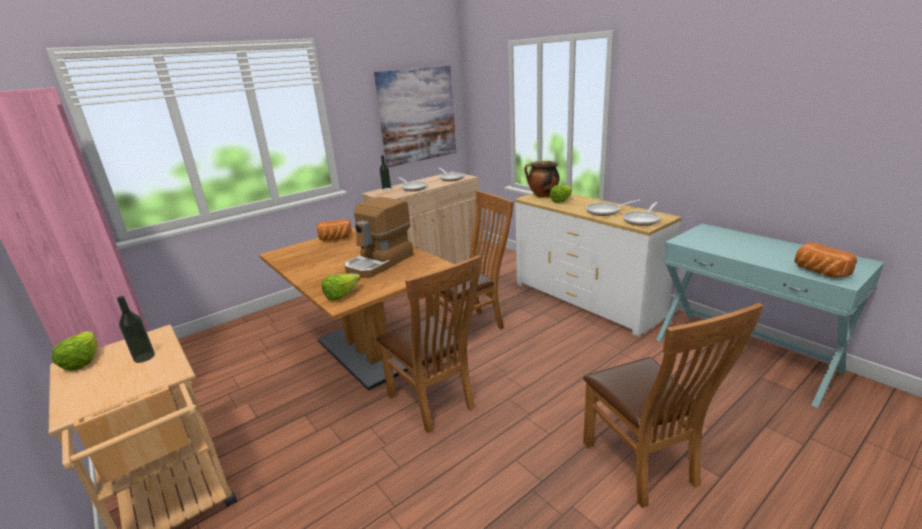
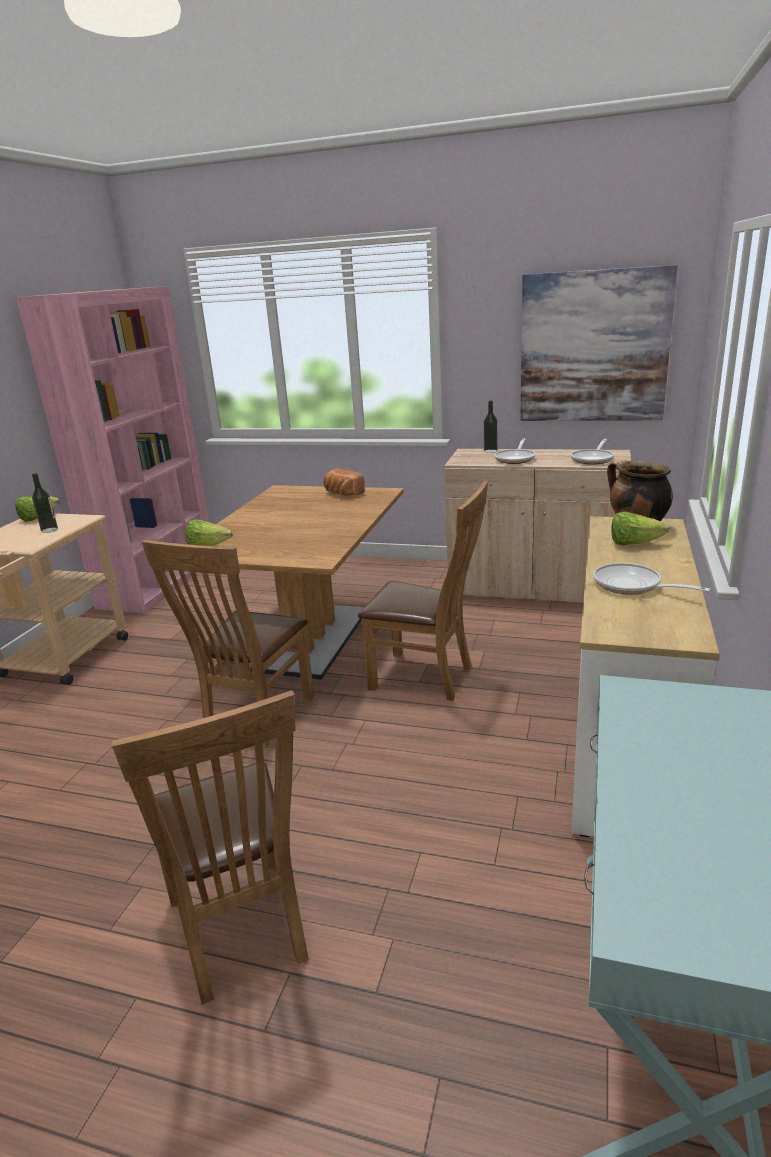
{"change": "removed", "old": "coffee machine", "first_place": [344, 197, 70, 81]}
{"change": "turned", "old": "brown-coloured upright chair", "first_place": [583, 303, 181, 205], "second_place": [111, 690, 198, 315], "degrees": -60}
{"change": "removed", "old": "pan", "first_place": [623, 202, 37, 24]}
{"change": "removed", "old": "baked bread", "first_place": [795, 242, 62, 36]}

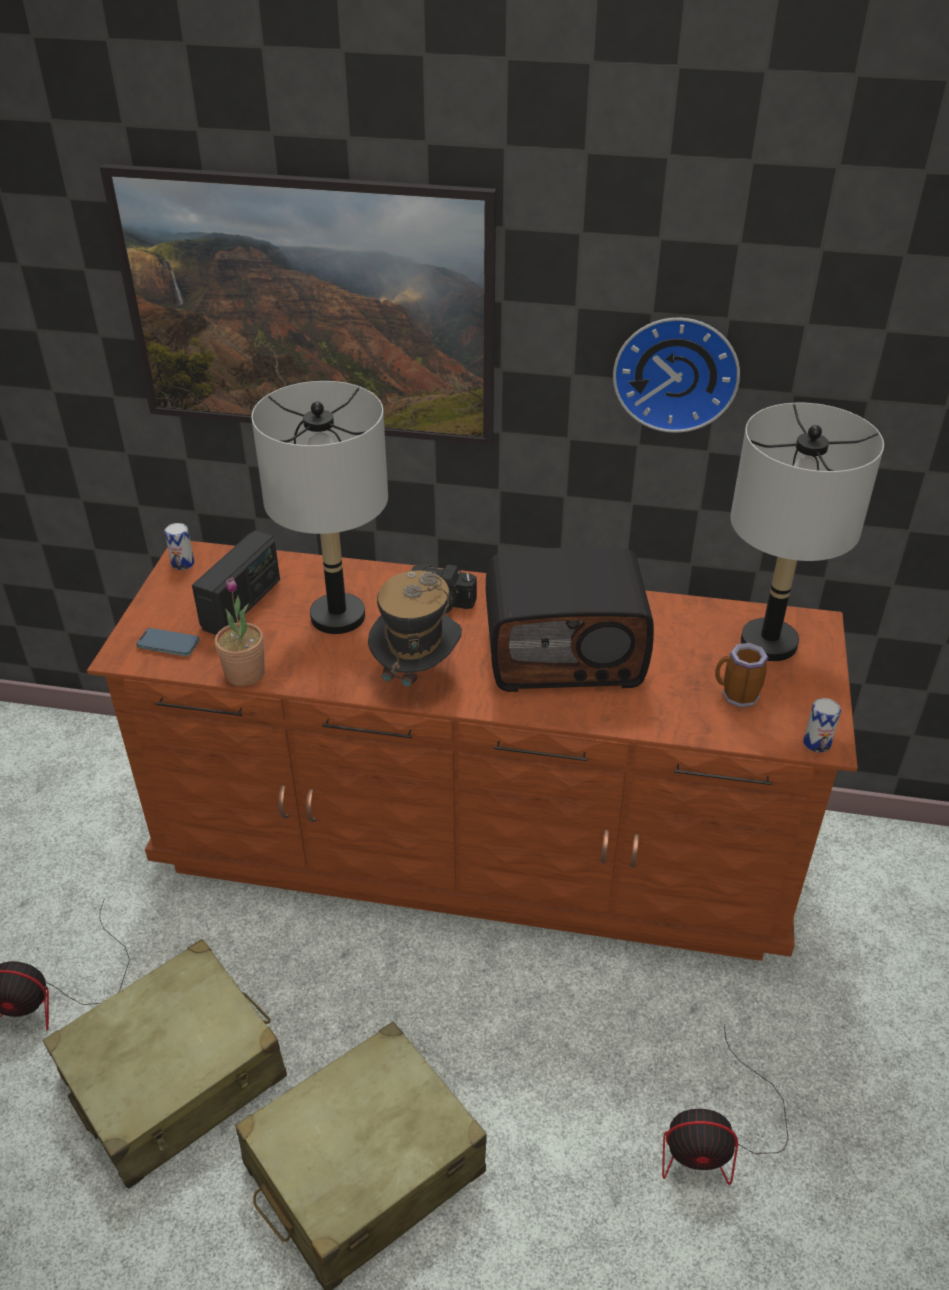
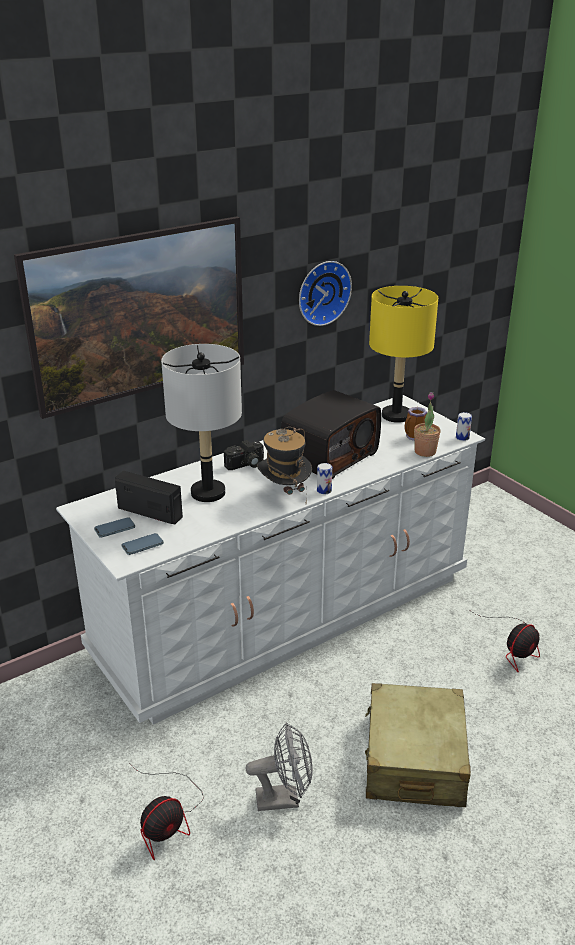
{"change": "replaced", "old": "sand-coloured travel case", "new": "gray cooling fan", "first_place": [43, 939, 244, 250], "second_place": [246, 722, 67, 89]}
{"change": "recoloured", "old": "brown-coloured dresser", "new": "white-coloured dresser", "first_place": [87, 541, 771, 420], "second_place": [56, 395, 429, 330]}
{"change": "moved", "old": "sealed can", "first_place": [164, 523, 30, 47], "second_place": [317, 463, 15, 31]}
{"change": "turned", "old": "radio set", "first_place": [192, 530, 88, 105], "second_place": [115, 471, 68, 53], "degrees": -45}
{"change": "moved", "old": "potted plant", "first_place": [215, 577, 50, 109], "second_place": [414, 392, 27, 65]}
{"change": "recoloured", "old": "gray table lamp", "new": "yellow-coloured table lamp", "first_place": [730, 403, 154, 258], "second_place": [369, 286, 69, 137]}
{"change": "added", "new": "telephone", "second_place": [94, 517, 41, 21]}

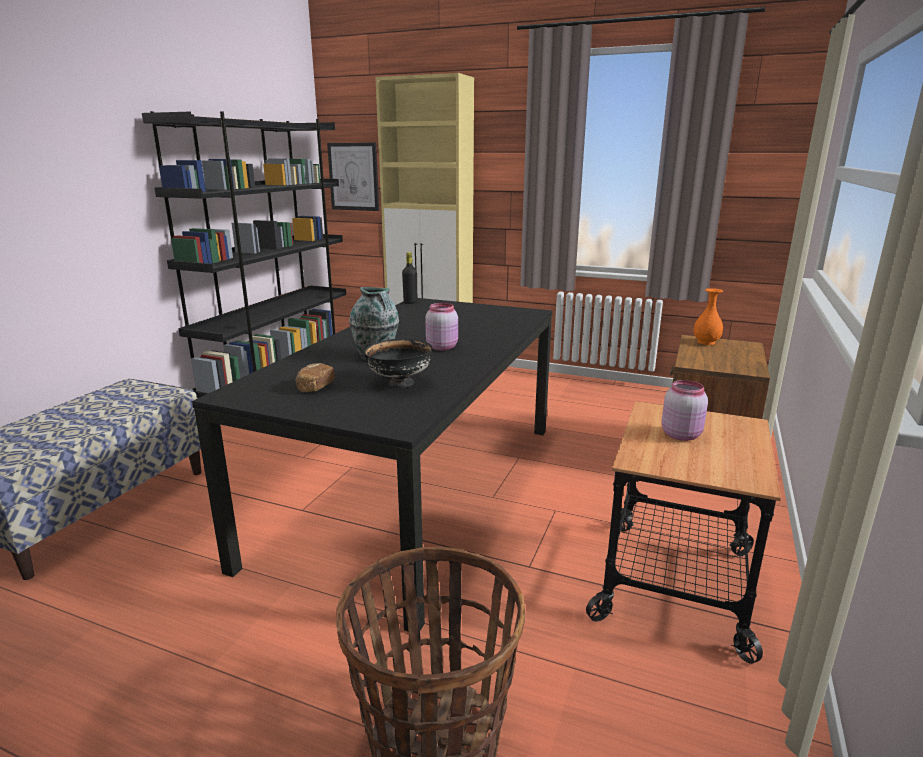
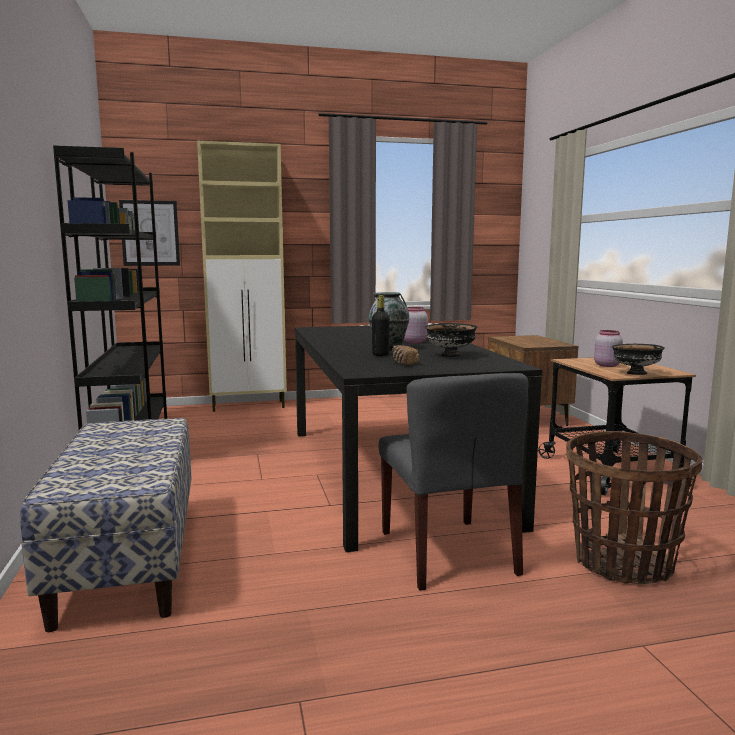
{"change": "moved", "old": "black-coloured bottle", "first_place": [402, 252, 15, 52], "second_place": [372, 295, 18, 61]}
{"change": "removed", "old": "orange flower vase", "first_place": [694, 288, 29, 57]}
{"change": "added", "new": "gray upright chair", "second_place": [379, 373, 149, 218]}
{"change": "added", "new": "black-coloured serving bowl", "second_place": [612, 344, 52, 31]}

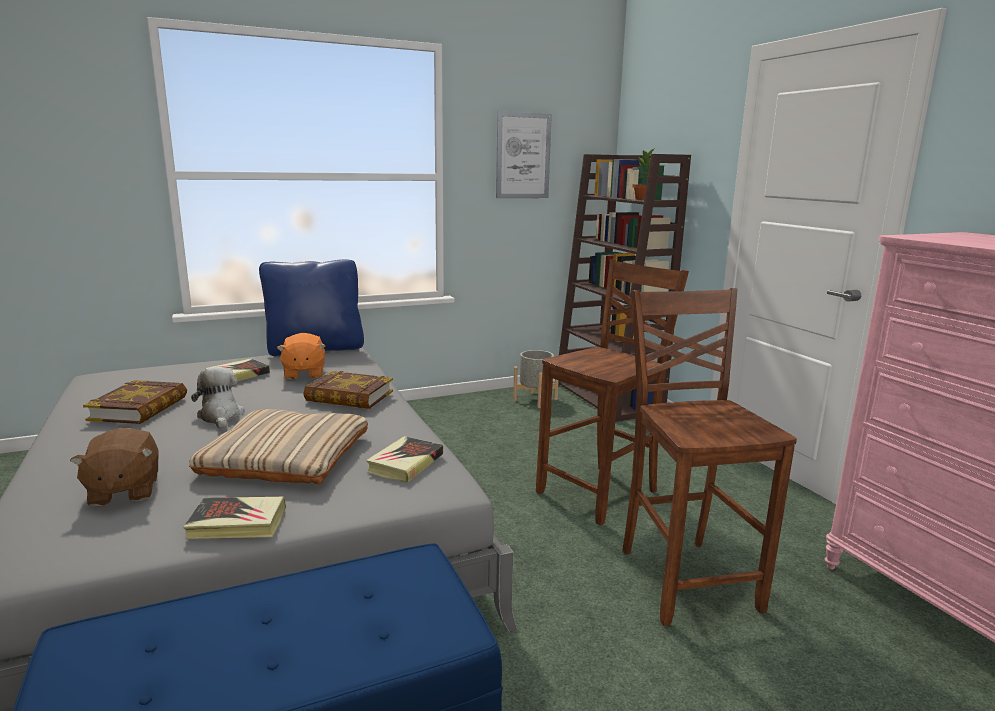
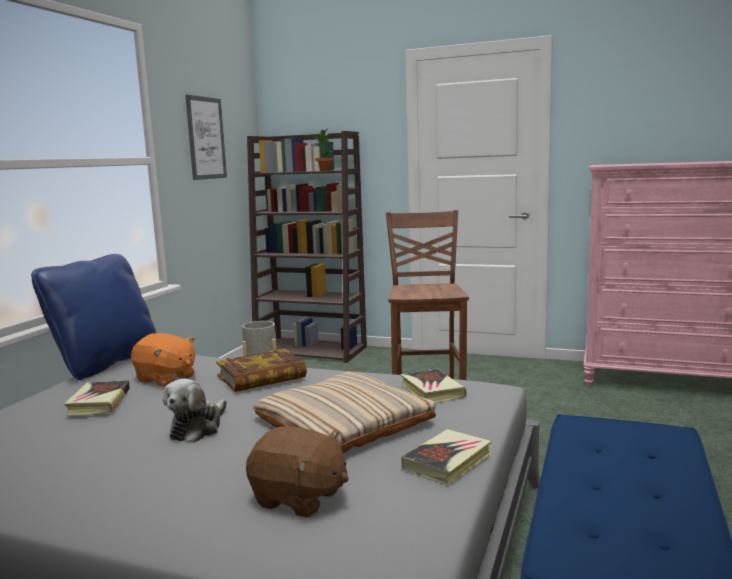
{"change": "removed", "old": "book", "first_place": [83, 380, 104, 44]}
{"change": "turned", "old": "soft toy", "first_place": [191, 367, 54, 62], "second_place": [163, 379, 64, 63], "degrees": -90}
{"change": "removed", "old": "brown-coloured upright chair", "first_place": [622, 288, 175, 338]}

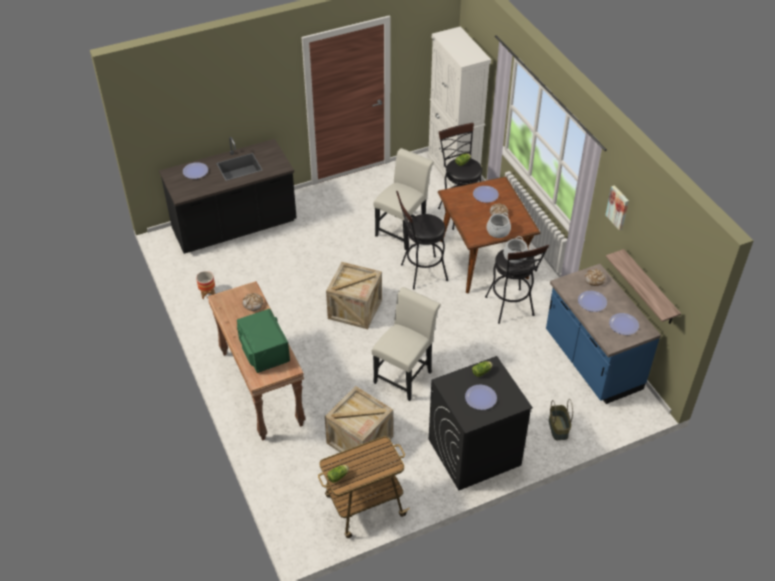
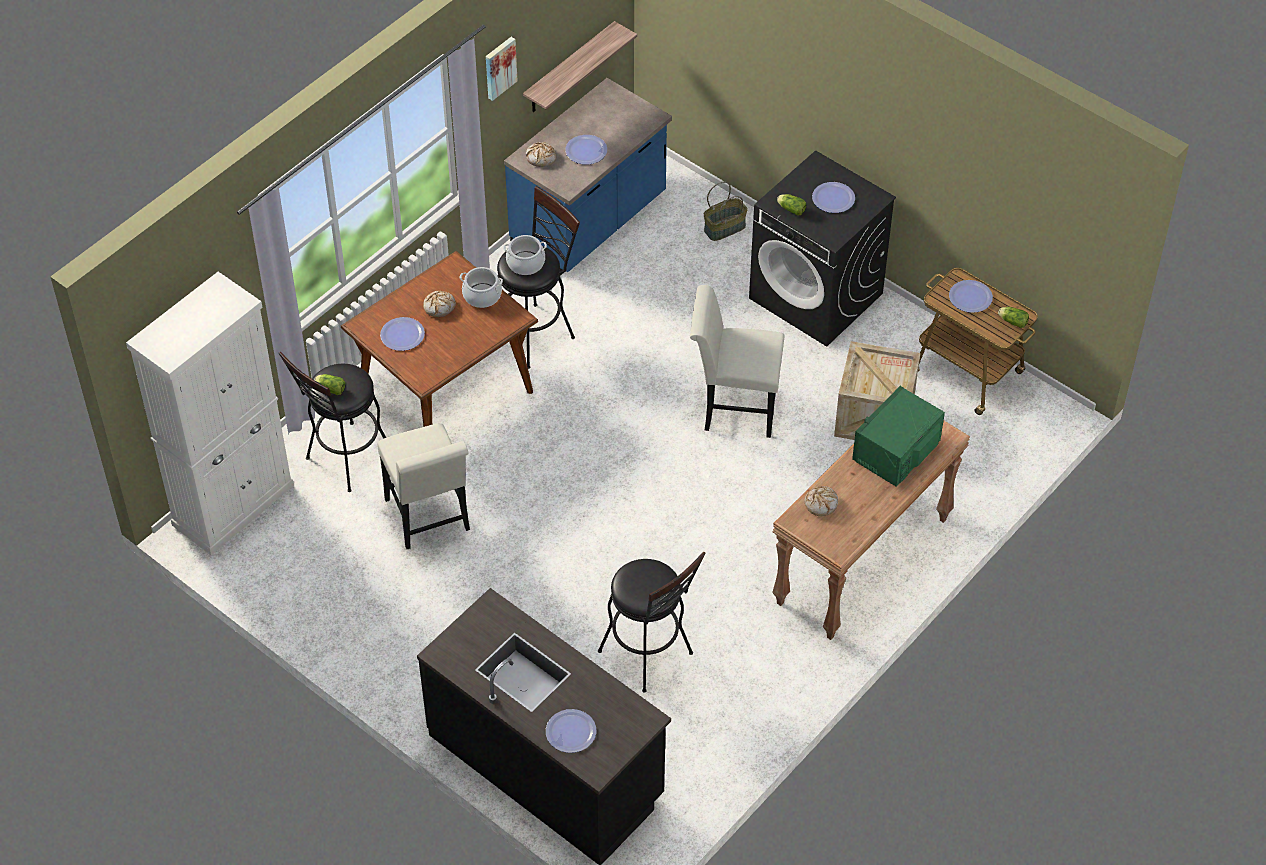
{"change": "removed", "old": "flower pot", "first_place": [196, 271, 19, 28]}
{"change": "removed", "old": "packing crate", "first_place": [326, 262, 56, 67]}
{"change": "turned", "old": "white-coloured upright chair", "first_place": [373, 148, 61, 102], "second_place": [377, 423, 93, 126], "degrees": -120}
{"change": "moved", "old": "black-coloured sitting stool", "first_place": [396, 191, 52, 98], "second_place": [598, 552, 107, 141]}
{"change": "moved", "old": "dinner plate", "first_place": [609, 313, 30, 22], "second_place": [949, 280, 44, 33]}

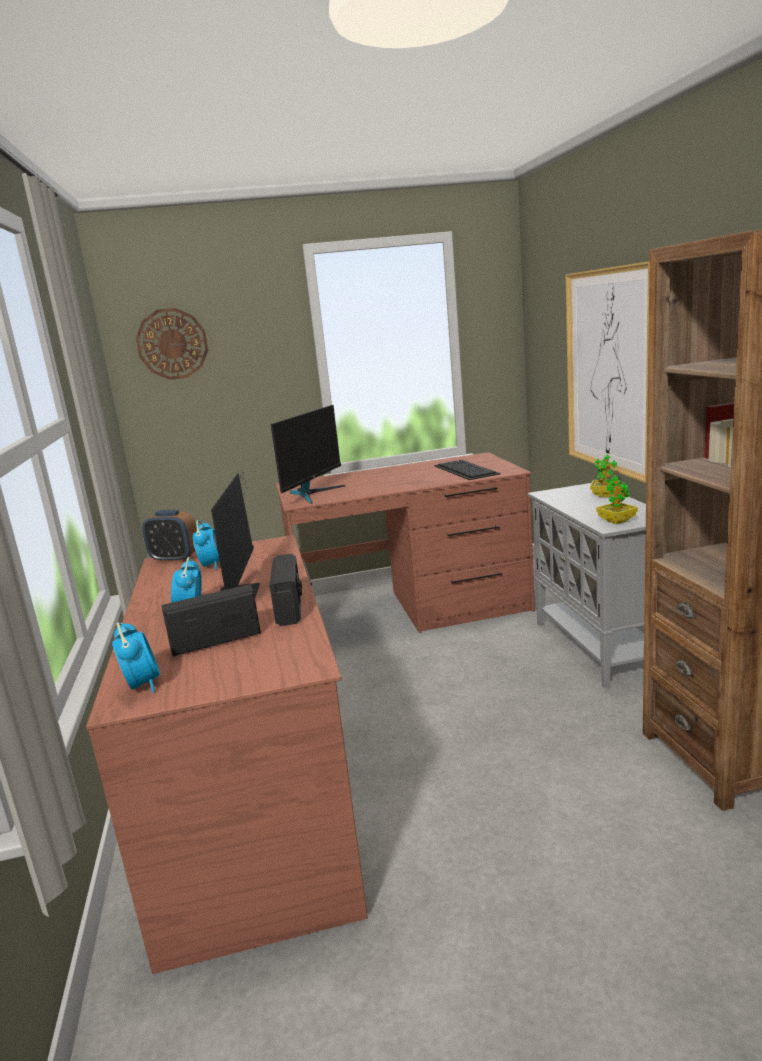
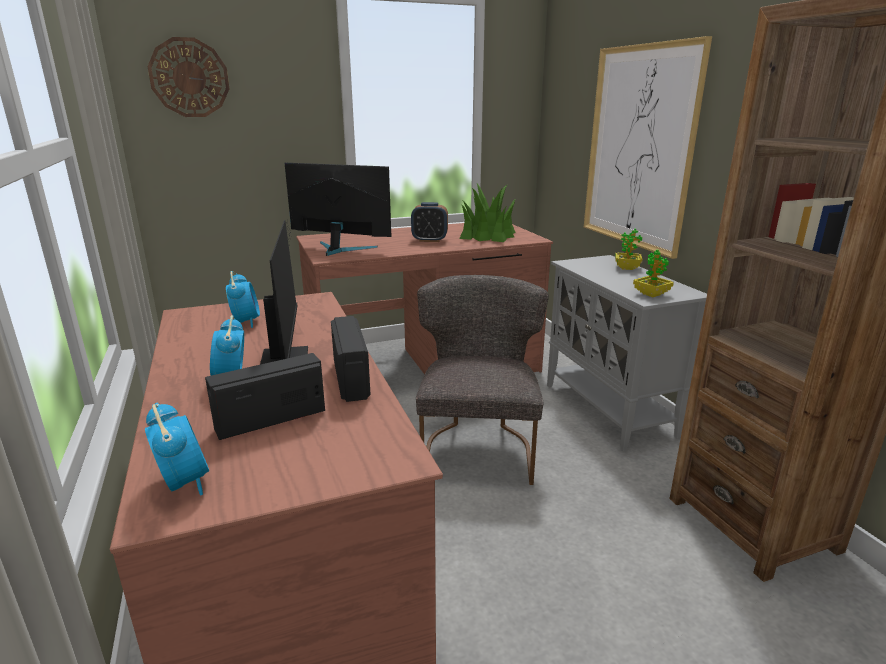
{"change": "moved", "old": "table clock", "first_place": [142, 510, 55, 53], "second_place": [411, 202, 37, 40]}
{"change": "turned", "old": "monitor", "first_place": [271, 405, 74, 99], "second_place": [285, 162, 107, 94], "degrees": -90}
{"change": "replaced", "old": "computer keyboard", "new": "potted plant", "first_place": [434, 460, 67, 20], "second_place": [459, 183, 56, 59]}
{"change": "added", "new": "gray upright chair", "second_place": [416, 275, 133, 210]}

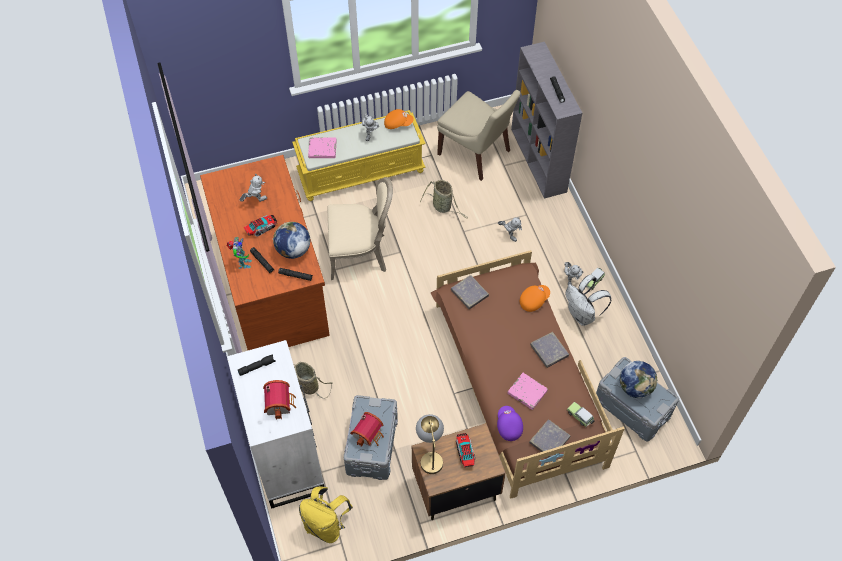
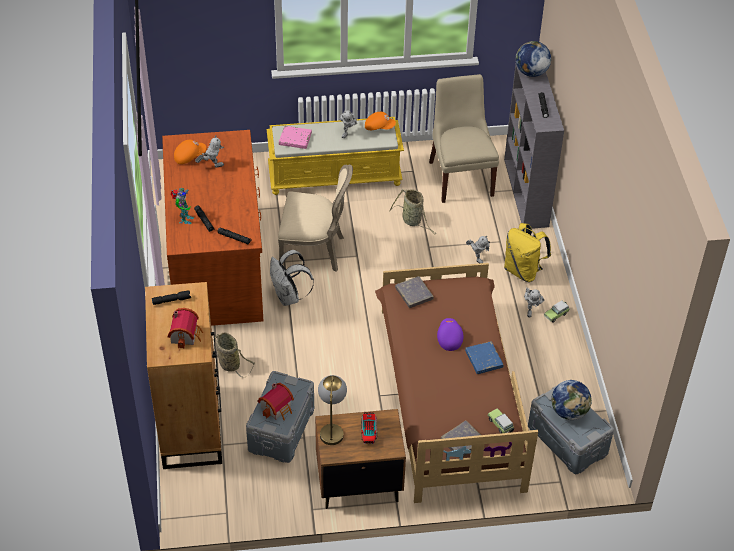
{"change": "recoloured", "old": "white-coloured dresser", "new": "brown-coloured dresser", "first_place": [227, 340, 97, 169], "second_place": [145, 282, 77, 187]}
{"change": "removed", "old": "toy truck", "first_place": [244, 215, 34, 22]}
{"change": "moved", "old": "desk globe", "first_place": [273, 222, 37, 37], "second_place": [516, 41, 35, 36]}
{"change": "moved", "old": "yellow-coloured rucksack", "first_place": [299, 486, 54, 57], "second_place": [504, 223, 47, 59]}
{"change": "turned", "old": "sand-coloured upright chair", "first_place": [437, 90, 83, 91], "second_place": [429, 74, 70, 129], "degrees": -150}
{"change": "moved", "old": "purple baseball cap", "first_place": [497, 406, 26, 35], "second_place": [437, 318, 26, 33]}
{"change": "removed", "old": "pinkish book", "first_place": [507, 373, 41, 37]}
{"change": "moved", "old": "orange baseball cap", "first_place": [520, 285, 30, 27], "second_place": [174, 140, 32, 24]}
{"change": "recoloured", "old": "gray book", "new": "bluish book", "first_place": [530, 332, 39, 36], "second_place": [465, 341, 38, 33]}
{"change": "moved", "old": "white-coloured rucksack", "first_place": [565, 275, 47, 51], "second_place": [270, 250, 44, 56]}

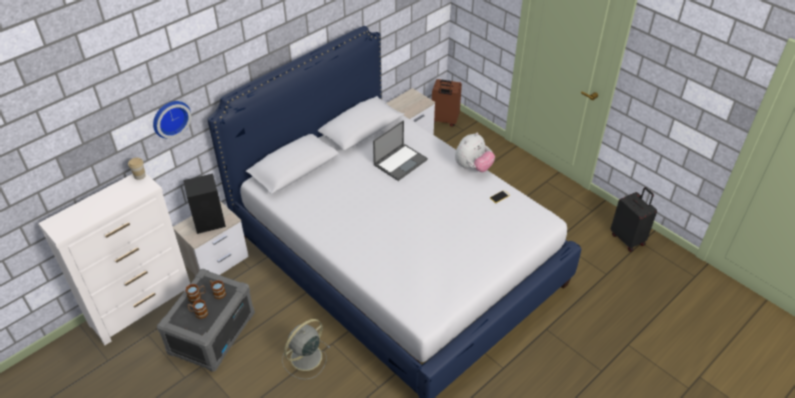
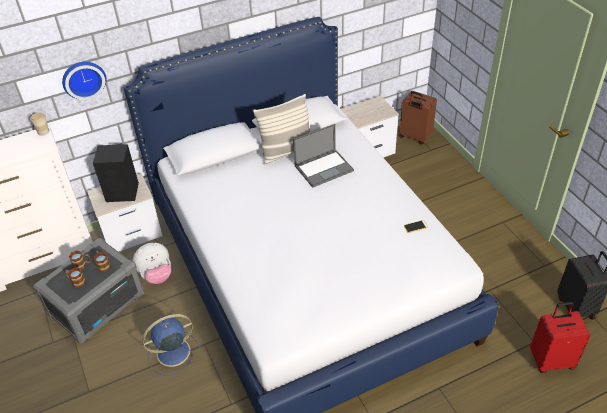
{"change": "recoloured", "old": "gray cooling fan", "new": "bluish cooling fan", "first_place": [282, 319, 49, 60], "second_place": [142, 314, 59, 62]}
{"change": "moved", "old": "soft toy", "first_place": [455, 133, 40, 39], "second_place": [133, 243, 38, 41]}
{"change": "added", "new": "throw pillow", "second_place": [252, 94, 59, 71]}
{"change": "added", "new": "reddish travel case", "second_place": [530, 302, 61, 71]}

